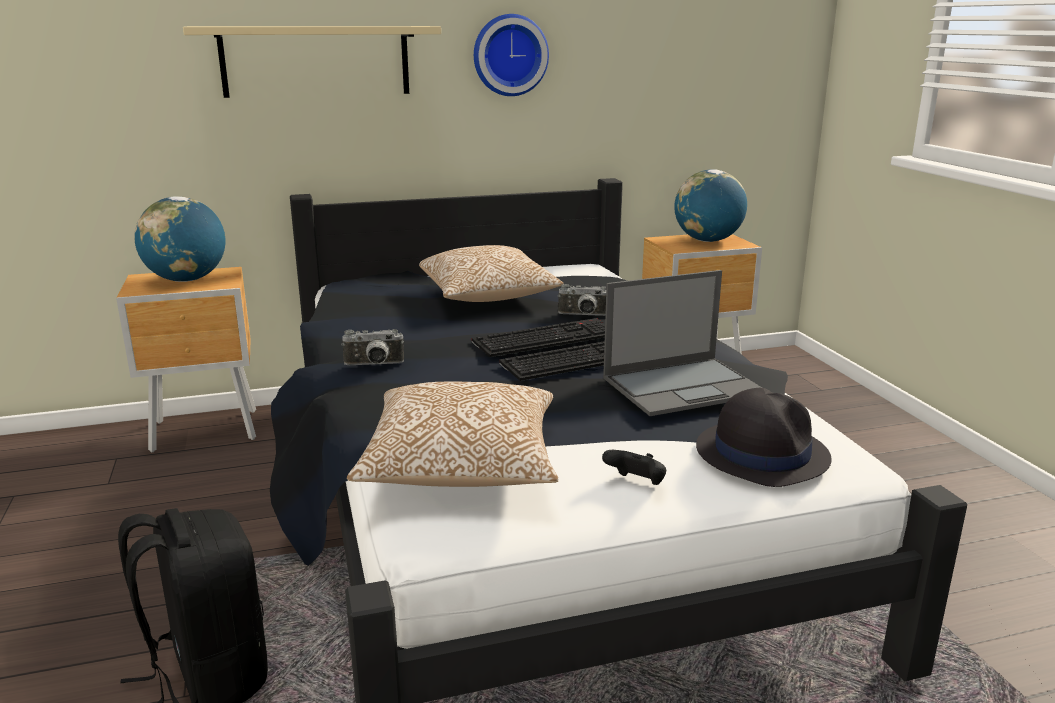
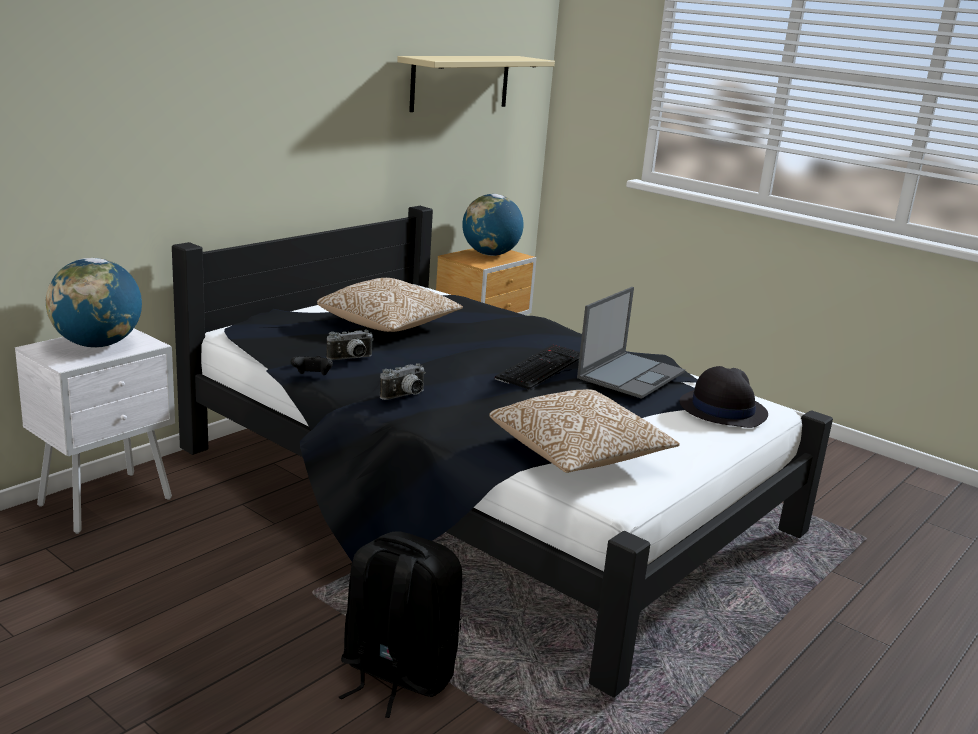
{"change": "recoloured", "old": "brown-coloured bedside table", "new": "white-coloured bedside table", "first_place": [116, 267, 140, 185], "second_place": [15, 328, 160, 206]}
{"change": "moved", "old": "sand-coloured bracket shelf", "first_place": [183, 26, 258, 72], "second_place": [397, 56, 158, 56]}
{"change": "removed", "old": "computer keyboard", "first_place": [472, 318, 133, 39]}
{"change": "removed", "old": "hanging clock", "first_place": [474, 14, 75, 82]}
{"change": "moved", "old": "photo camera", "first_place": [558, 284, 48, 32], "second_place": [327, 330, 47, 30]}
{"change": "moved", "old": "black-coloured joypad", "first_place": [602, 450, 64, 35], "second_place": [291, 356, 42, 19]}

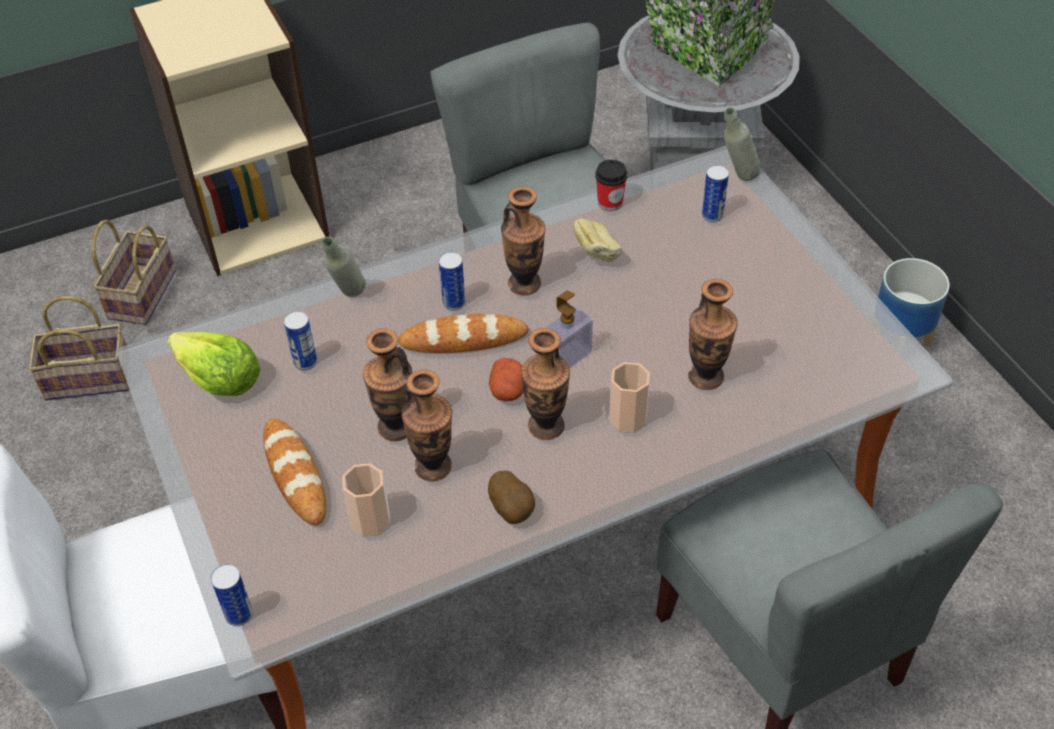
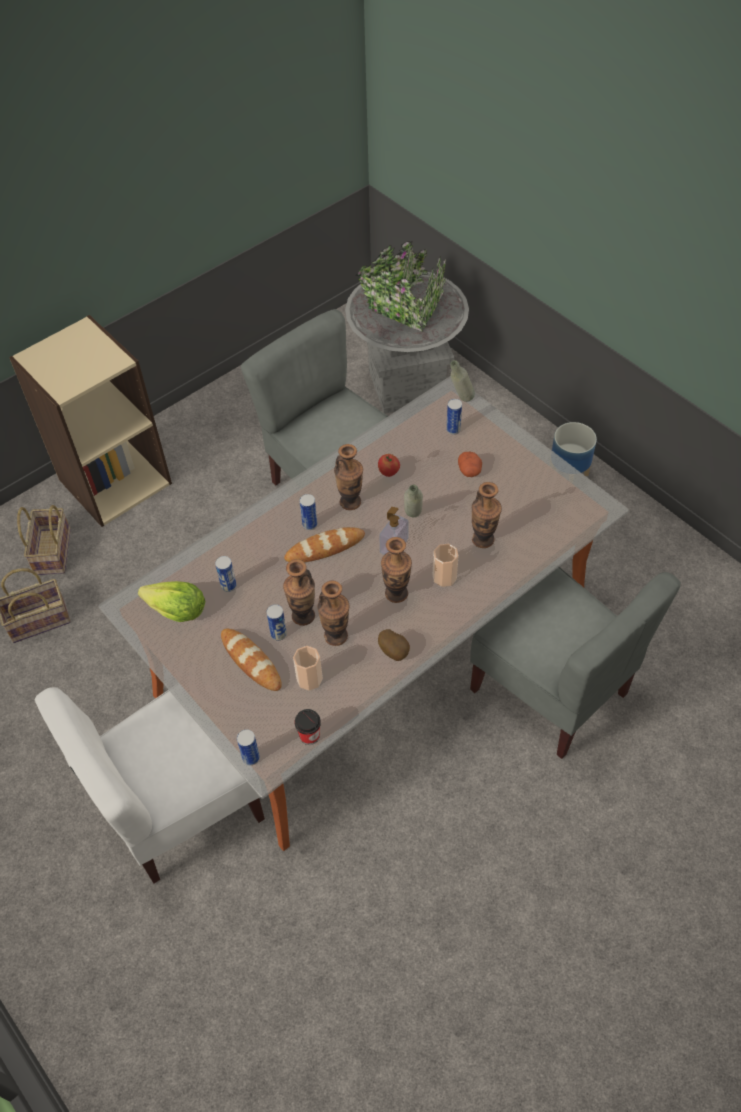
{"change": "moved", "old": "gray bottle", "first_place": [322, 237, 44, 60], "second_place": [404, 484, 19, 33]}
{"change": "moved", "old": "potato", "first_place": [489, 358, 35, 43], "second_place": [458, 452, 24, 25]}
{"change": "replaced", "old": "baked bread", "new": "whole apple", "first_place": [573, 219, 49, 43], "second_place": [378, 454, 22, 23]}
{"change": "moved", "old": "drinking cup", "first_place": [595, 159, 33, 52], "second_place": [295, 709, 26, 36]}
{"change": "added", "new": "sealed can", "second_place": [266, 604, 21, 37]}

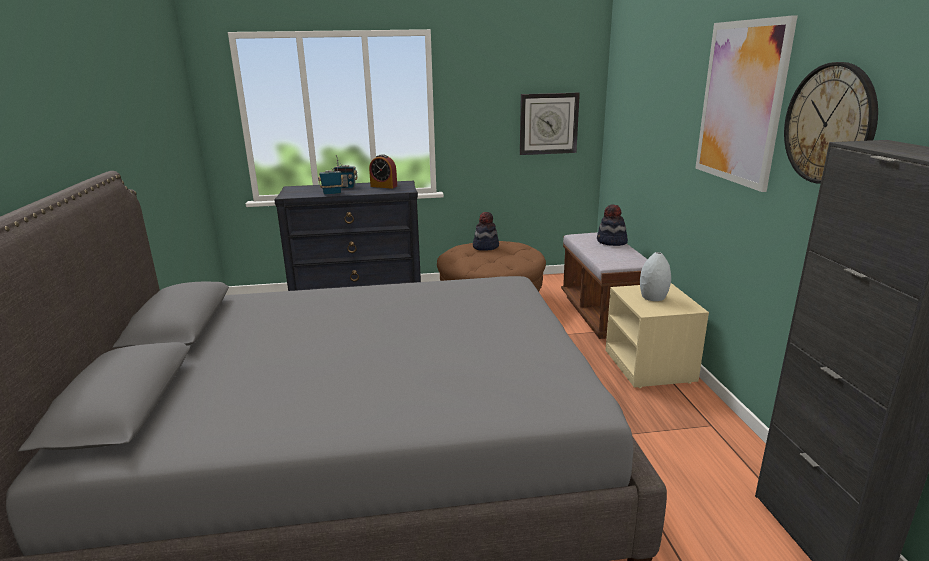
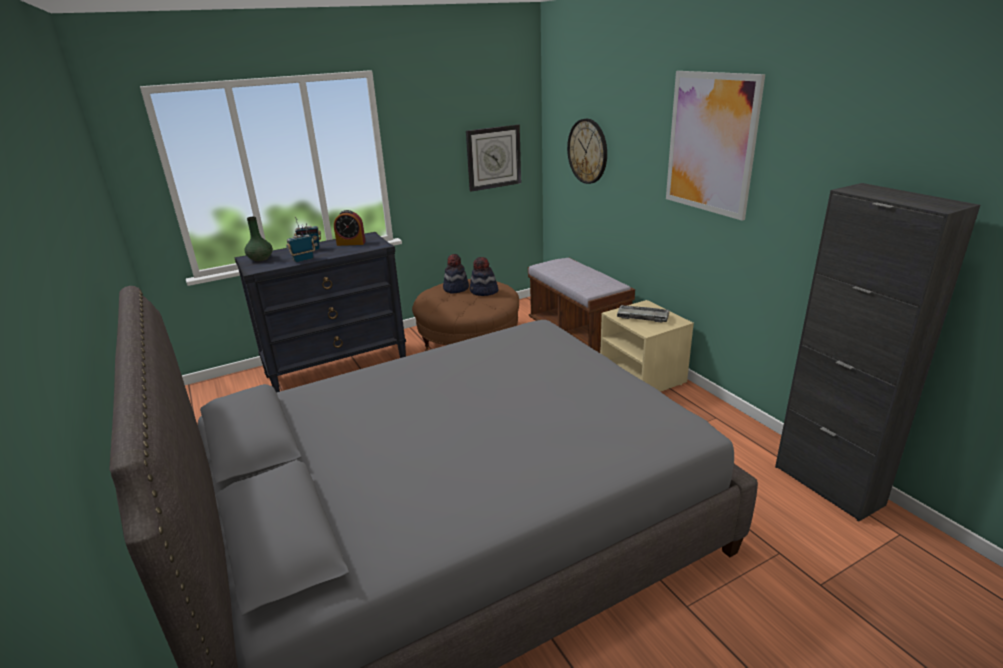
{"change": "moved", "old": "hat", "first_place": [597, 205, 31, 41], "second_place": [470, 257, 28, 39]}
{"change": "replaced", "old": "gray flower vase", "new": "computer keyboard", "first_place": [640, 252, 31, 49], "second_place": [617, 305, 52, 18]}
{"change": "moved", "old": "hanging clock", "first_place": [784, 62, 94, 122], "second_place": [567, 119, 40, 65]}
{"change": "added", "new": "green flower vase", "second_place": [244, 216, 29, 46]}

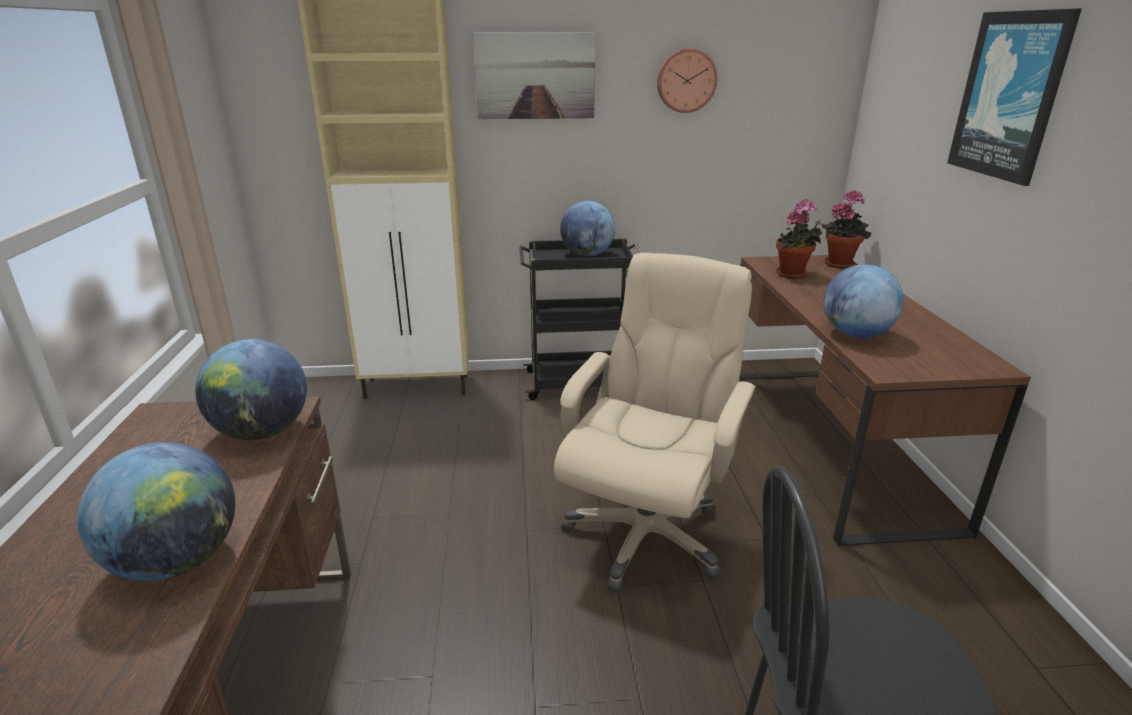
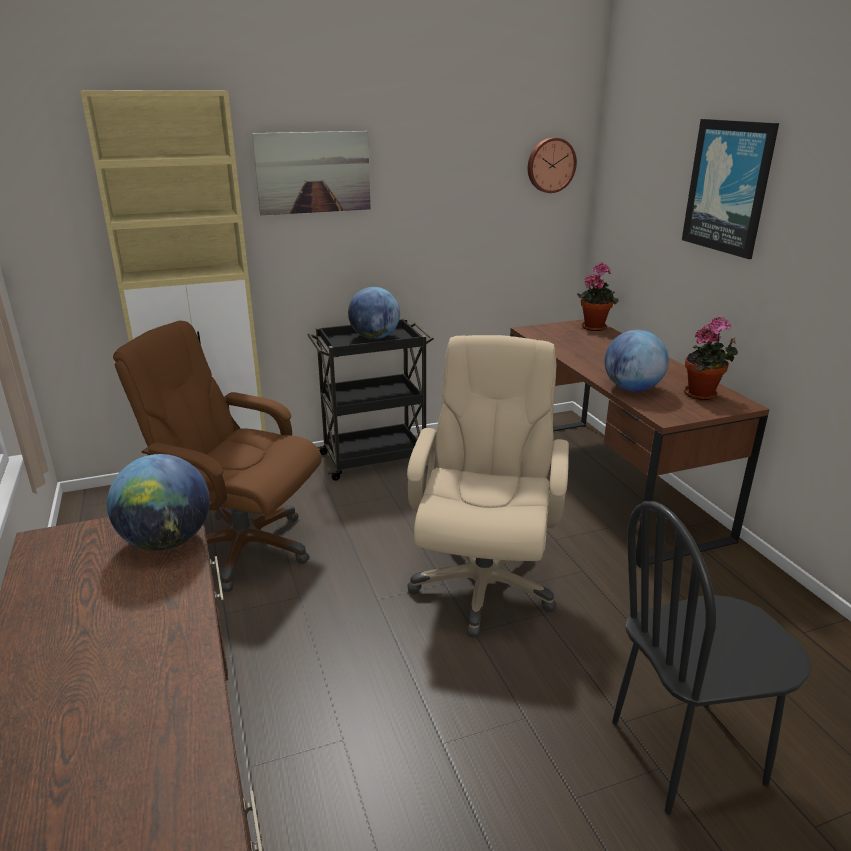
{"change": "removed", "old": "desk globe", "first_place": [77, 442, 158, 139]}
{"change": "moved", "old": "hanging clock", "first_place": [657, 48, 60, 65], "second_place": [528, 138, 49, 55]}
{"change": "moved", "old": "potted plant", "first_place": [776, 199, 46, 80], "second_place": [684, 317, 54, 83]}
{"change": "added", "new": "brown-coloured desk chair", "second_place": [113, 321, 209, 271]}

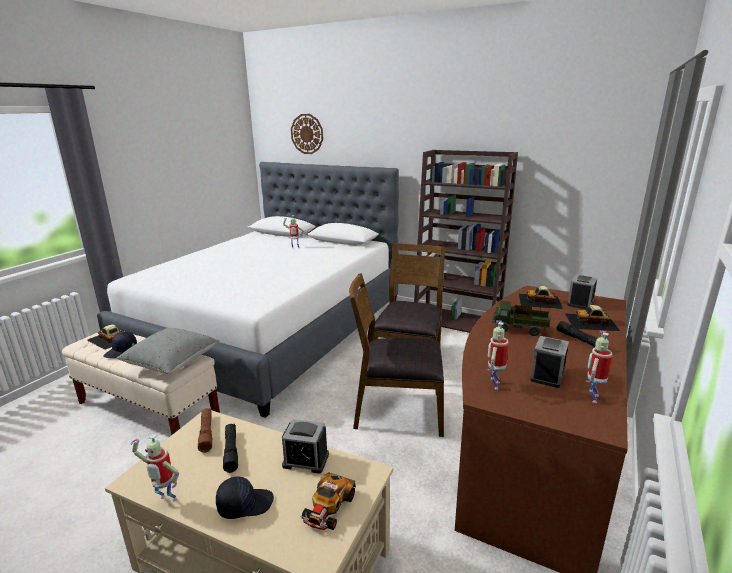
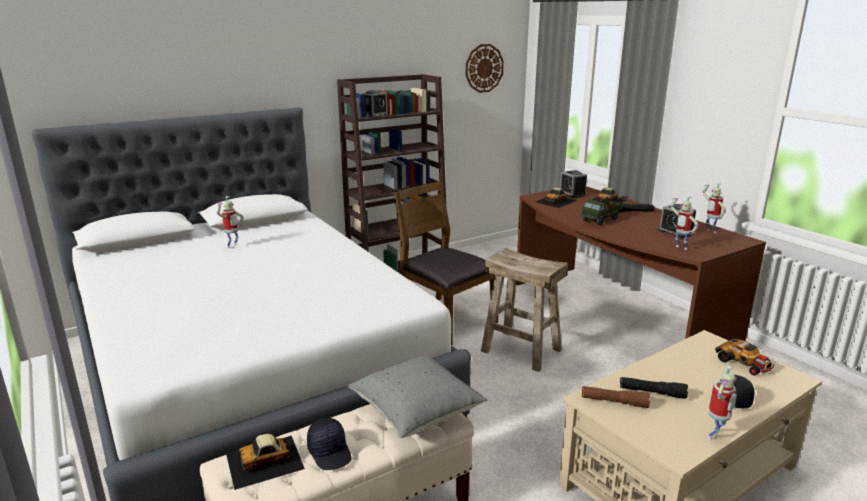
{"change": "moved", "old": "table clock", "first_place": [282, 419, 47, 54], "second_place": [360, 90, 28, 27]}
{"change": "moved", "old": "hanging clock", "first_place": [291, 114, 32, 40], "second_place": [466, 44, 38, 49]}
{"change": "replaced", "old": "brown-coloured upright chair", "new": "sand-coloured sitting stool", "first_place": [349, 273, 95, 164], "second_place": [481, 248, 87, 124]}

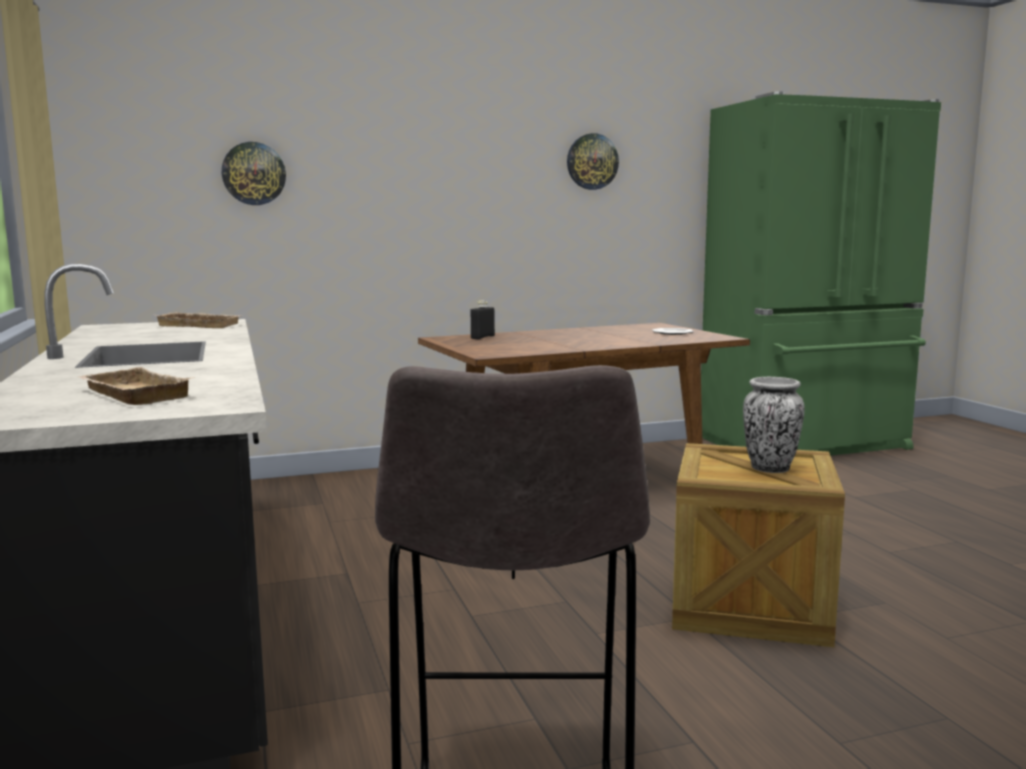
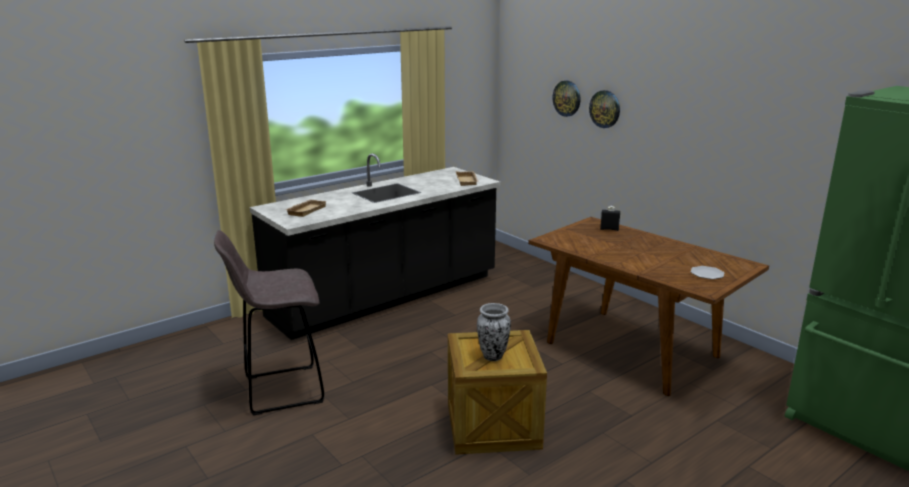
{"change": "moved", "old": "hanging clock", "first_place": [567, 133, 52, 57], "second_place": [589, 90, 31, 38]}

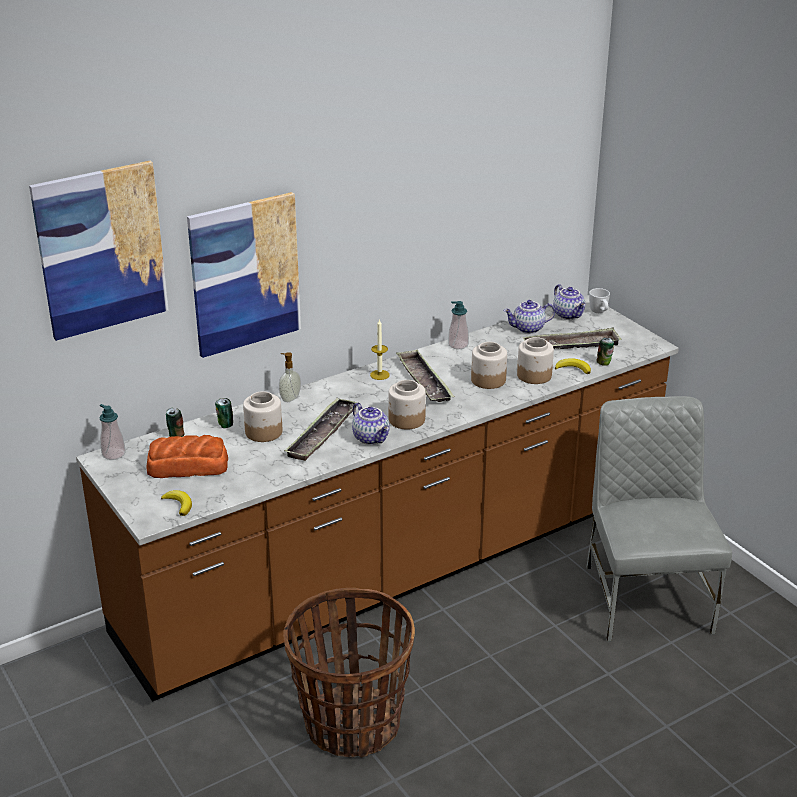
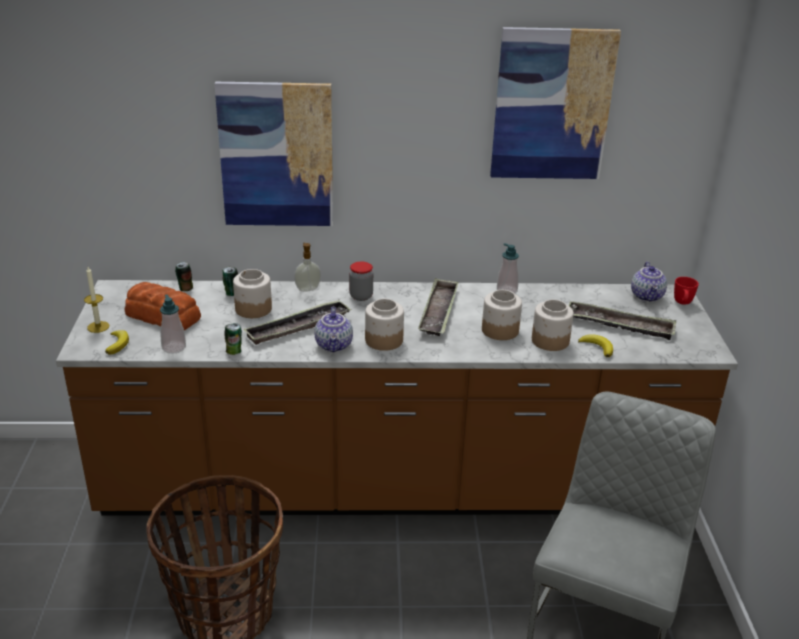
{"change": "moved", "old": "wall art", "first_place": [29, 161, 140, 180], "second_place": [490, 27, 131, 152]}
{"change": "moved", "old": "liquid soap bottle", "first_place": [99, 404, 27, 56], "second_place": [160, 294, 26, 60]}
{"change": "moved", "old": "wax candle", "first_place": [370, 319, 20, 61], "second_place": [84, 267, 25, 66]}
{"change": "removed", "old": "pot for tea", "first_place": [504, 300, 51, 34]}
{"change": "recoloured", "old": "white-coloured mug", "new": "reddish mug", "first_place": [589, 288, 21, 25], "second_place": [674, 277, 25, 28]}
{"change": "moved", "old": "sealed can", "first_place": [597, 338, 17, 28], "second_place": [225, 323, 17, 32]}
{"change": "added", "new": "storage jar", "second_place": [349, 262, 24, 39]}

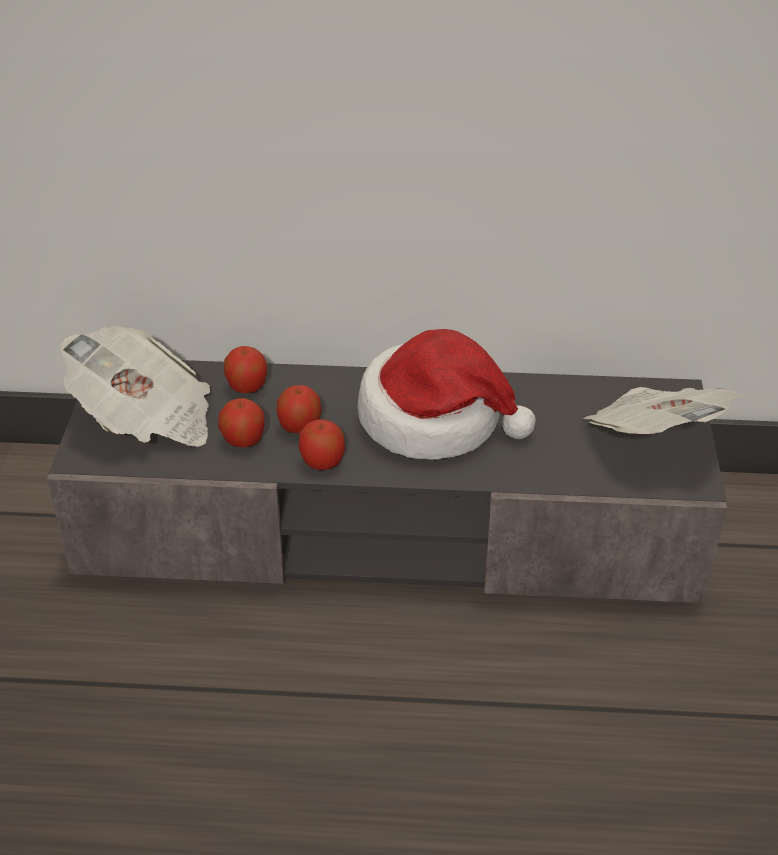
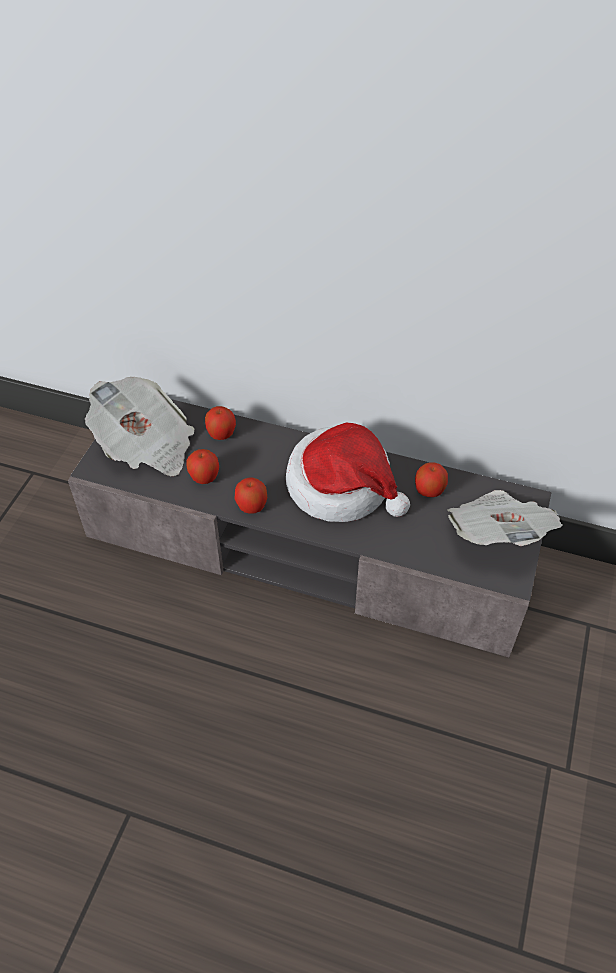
{"change": "moved", "old": "whole apple", "first_place": [276, 385, 46, 48], "second_place": [415, 462, 33, 35]}

